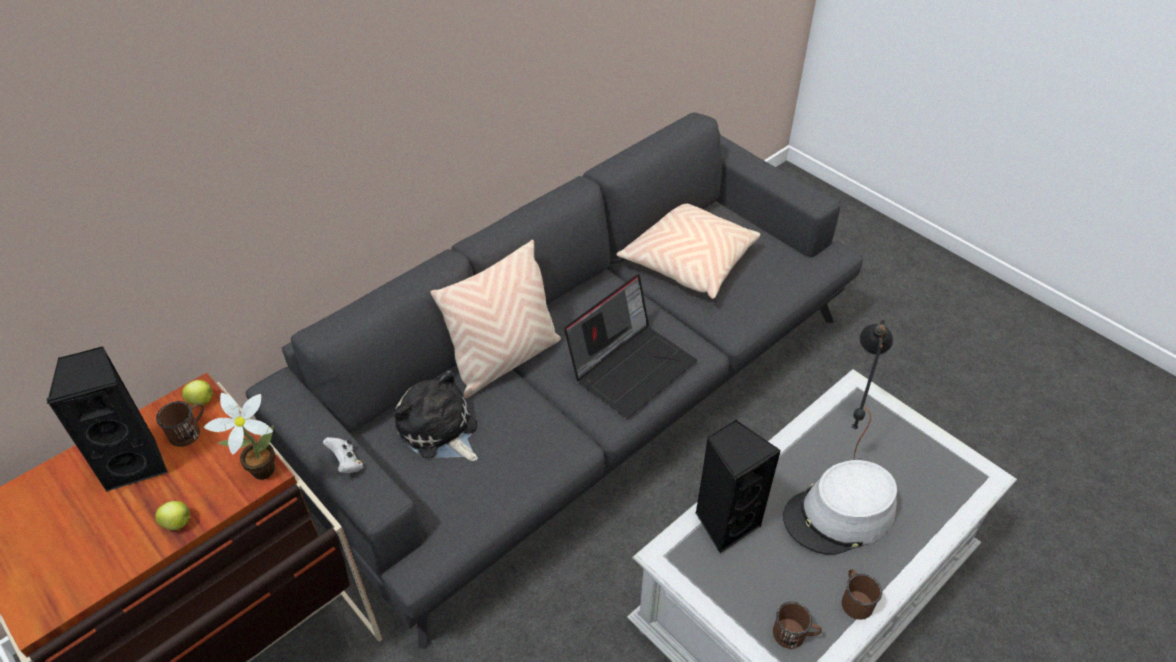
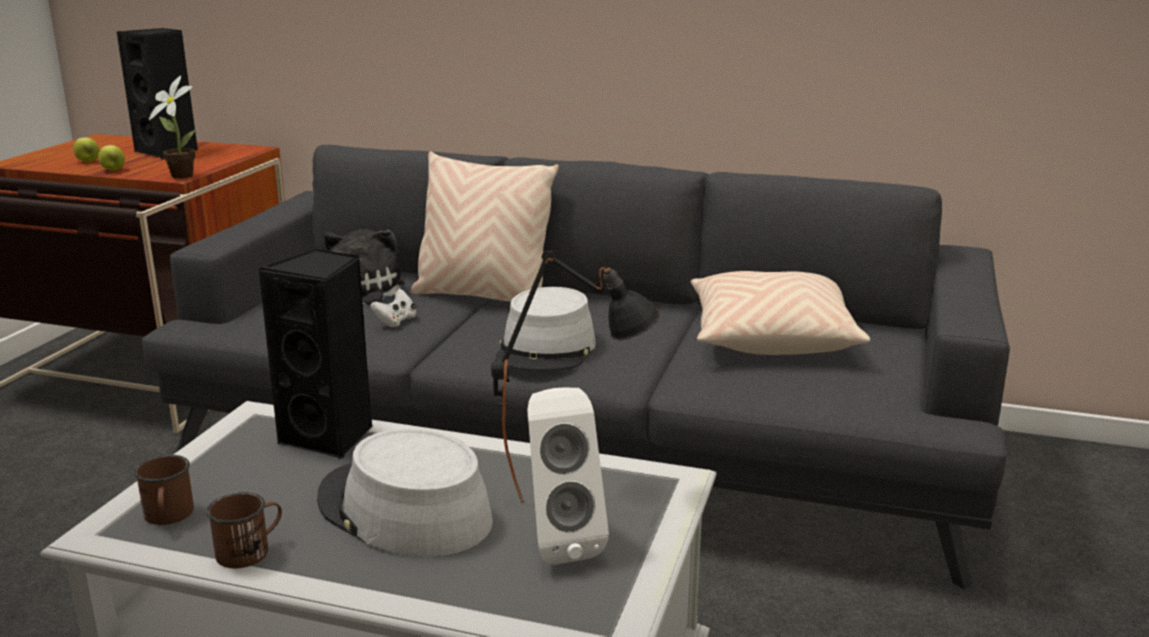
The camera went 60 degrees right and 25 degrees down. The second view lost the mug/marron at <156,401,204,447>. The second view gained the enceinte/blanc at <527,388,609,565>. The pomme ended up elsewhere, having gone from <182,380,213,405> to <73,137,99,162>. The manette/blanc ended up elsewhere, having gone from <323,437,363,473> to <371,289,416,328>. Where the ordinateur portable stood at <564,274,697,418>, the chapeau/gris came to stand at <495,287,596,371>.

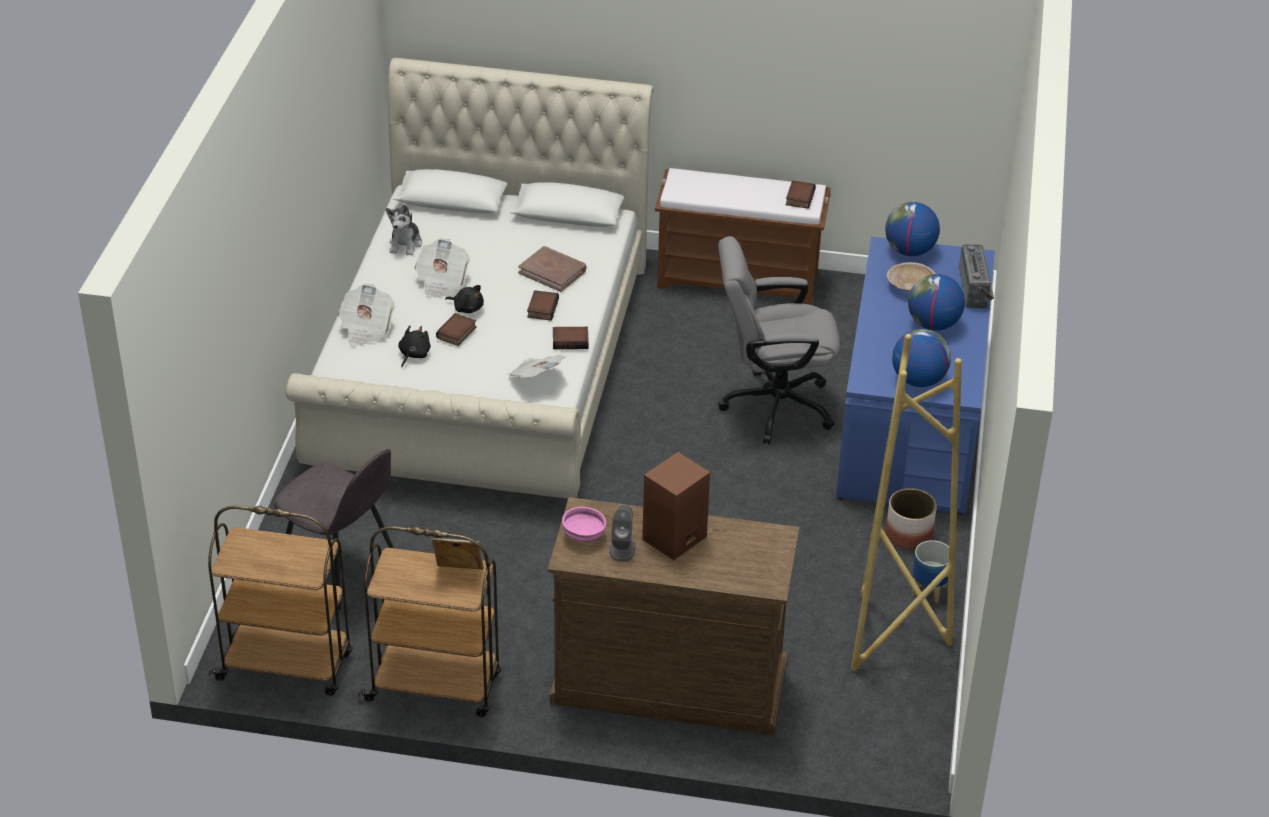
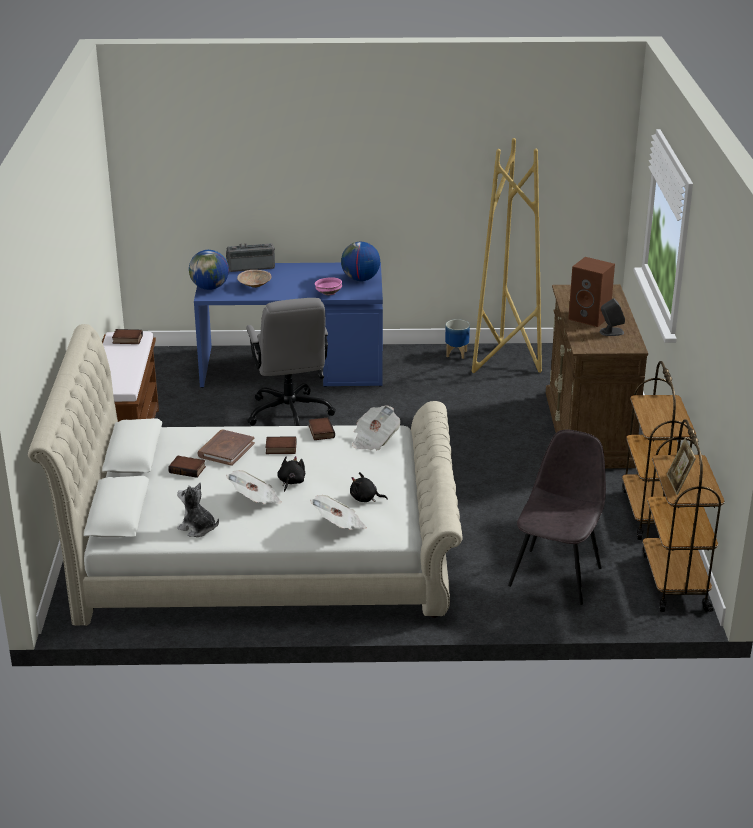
The camera went 100 degrees left and 10 degrees down. The second view lost the cache-pot at <886,488,937,549>. The second view lost the globe at <908,274,965,331>. The cadre photo ended up elsewhere, having gone from <432,538,484,570> to <667,438,696,495>. The livre ended up elsewhere, having gone from <436,313,476,346> to <168,456,206,478>. The bol/rose ended up elsewhere, having gone from <562,507,606,542> to <315,277,342,296>. The peluche at <386,205,422,256> ended up facing another way, 150 degrees counterclockwise from before.

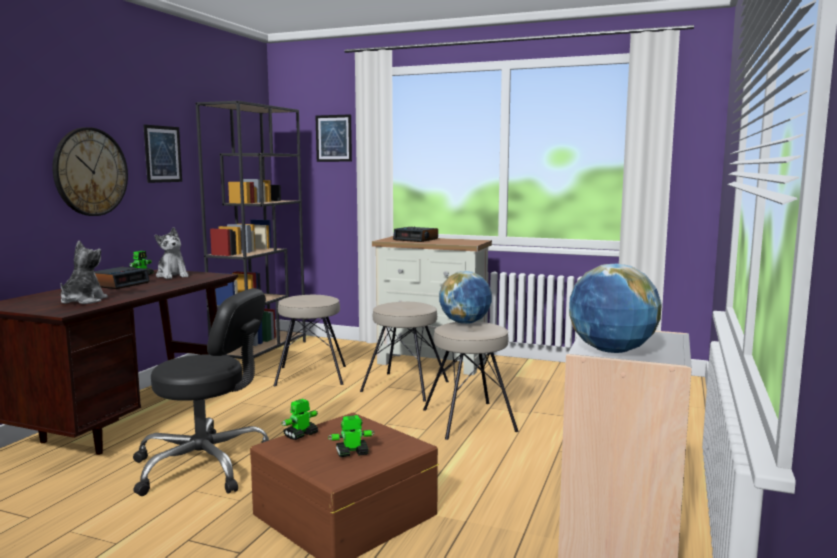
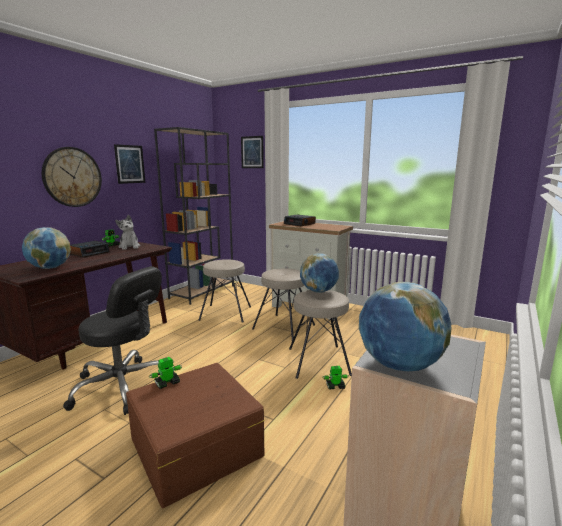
The camera went 10 degrees right and 5 degrees up. The robot jouet ended up elsewhere, having gone from <328,415,375,457> to <323,366,349,390>. Where the peluche stood at <61,240,108,304>, the globe came to stand at <22,227,71,269>.

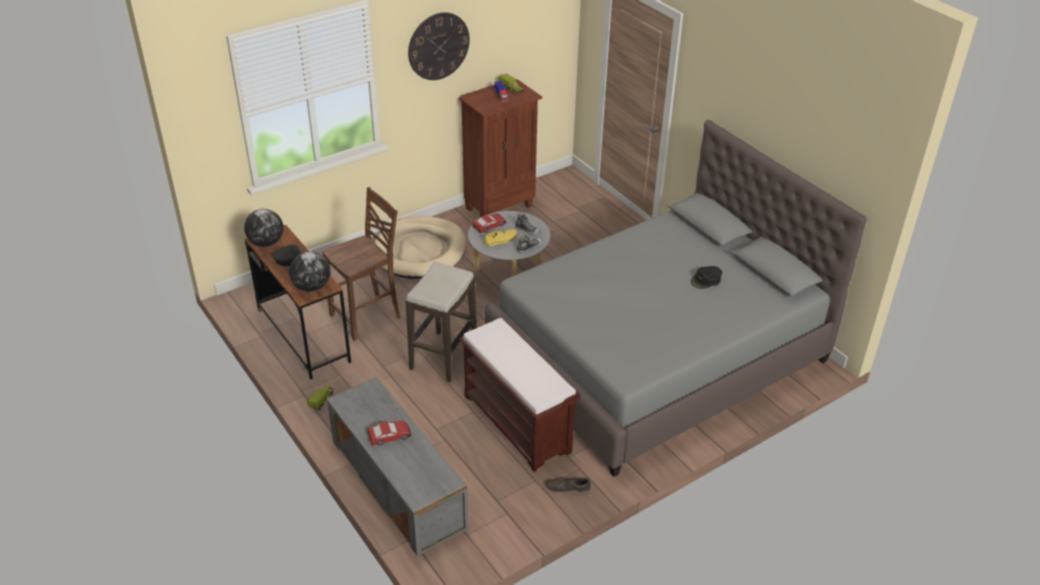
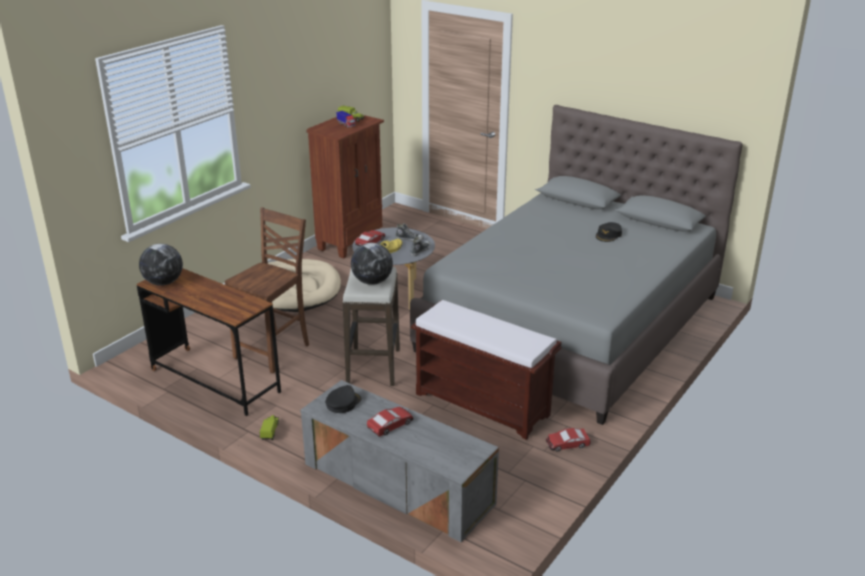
The camera went 20 degrees left and 10 degrees down. The second view lost the horloge murale at <408,12,470,80>. The casquette/noir ended up elsewhere, having gone from <272,245,304,266> to <325,385,362,413>. The globe ended up elsewhere, having gone from <289,251,330,292> to <351,243,393,285>. Where the chaussure/marron stood at <546,477,591,493>, the petite voiture came to stand at <546,428,591,452>.

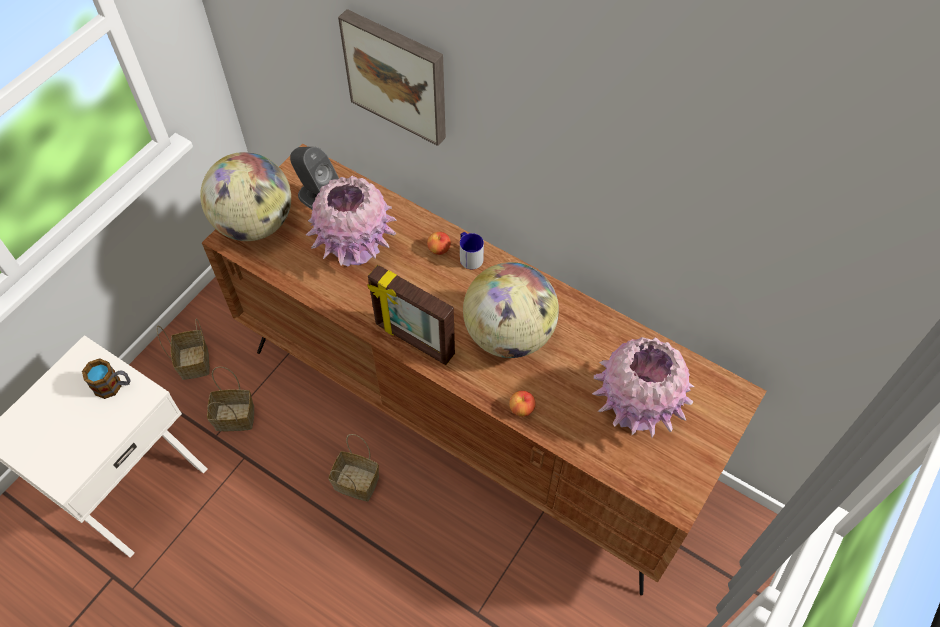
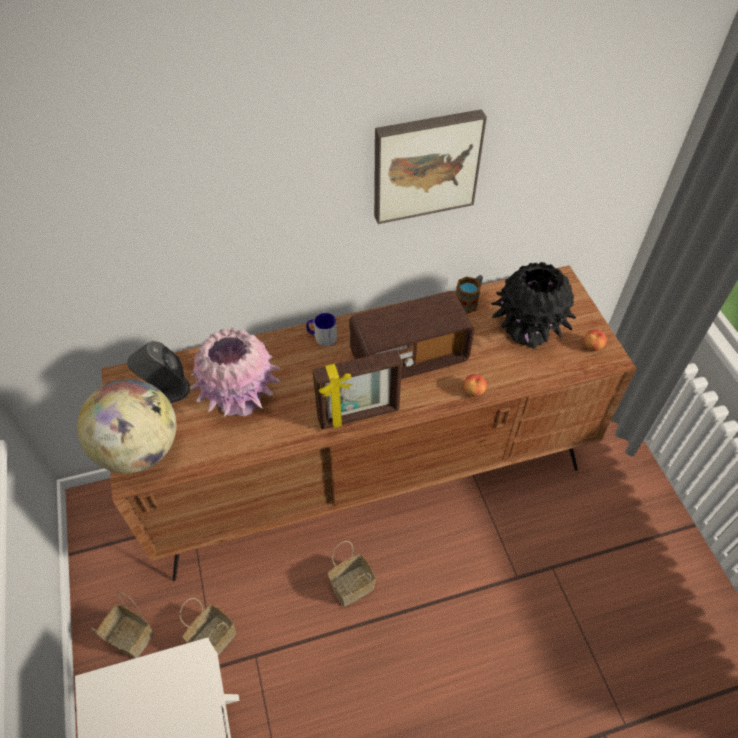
The camera went 50 degrees left and 5 degrees down. The mug ended up elsewhere, having gone from <82,358,131,399> to <456,275,483,314>. The tableau ended up elsewhere, having gone from <338,9,446,146> to <374,109,487,224>. The pomme ended up elsewhere, having gone from <427,232,451,255> to <584,330,607,351>. Where the globe stood at <463,262,559,358>, the radio came to stand at <349,291,475,379>. What was the vase/rose at <592,337,694,438> turned into the vase/noir at <491,262,576,349>.

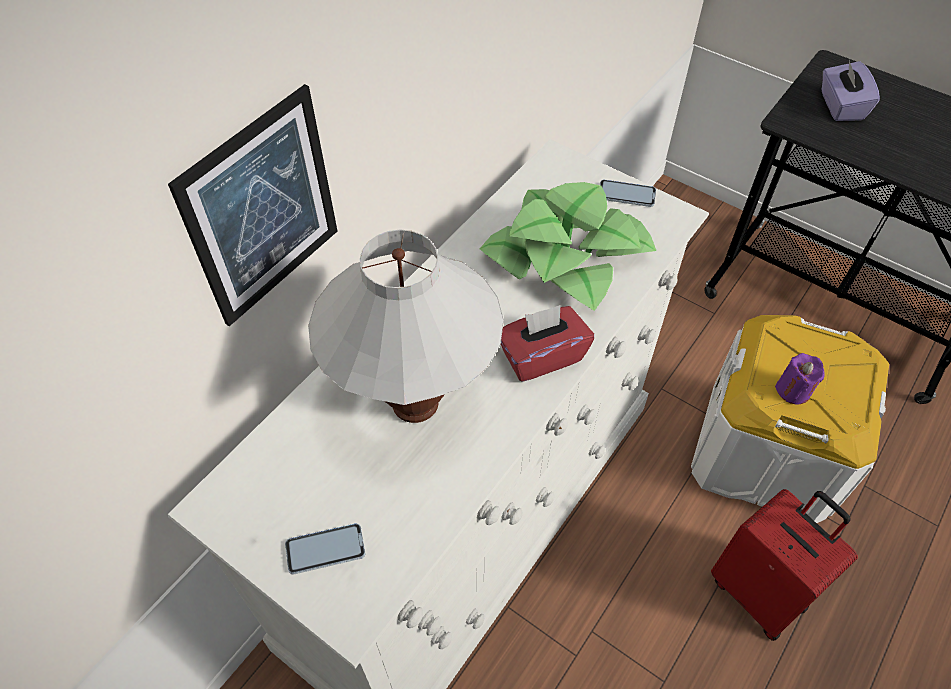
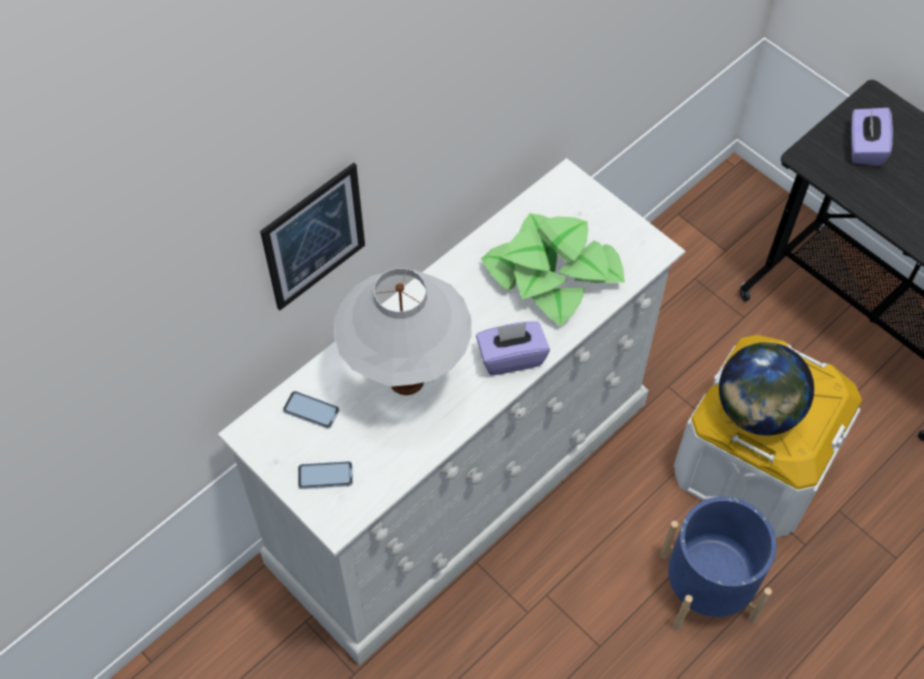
The camera went 10 degrees right and 5 degrees up. The téléphone ended up elsewhere, having gone from <600,180,656,207> to <283,391,339,429>. Where the valise/rouge stood at <711,489,858,641>, the cache-pot/bleu came to stand at <660,497,777,631>. Where the bougie/violet stood at <775,353,825,404>, the globe came to stand at <719,342,814,435>. What was the boîte à mouchoirs/rouge at <501,305,594,382> turned into the boîte à mouchoirs/violet at <476,321,550,376>.

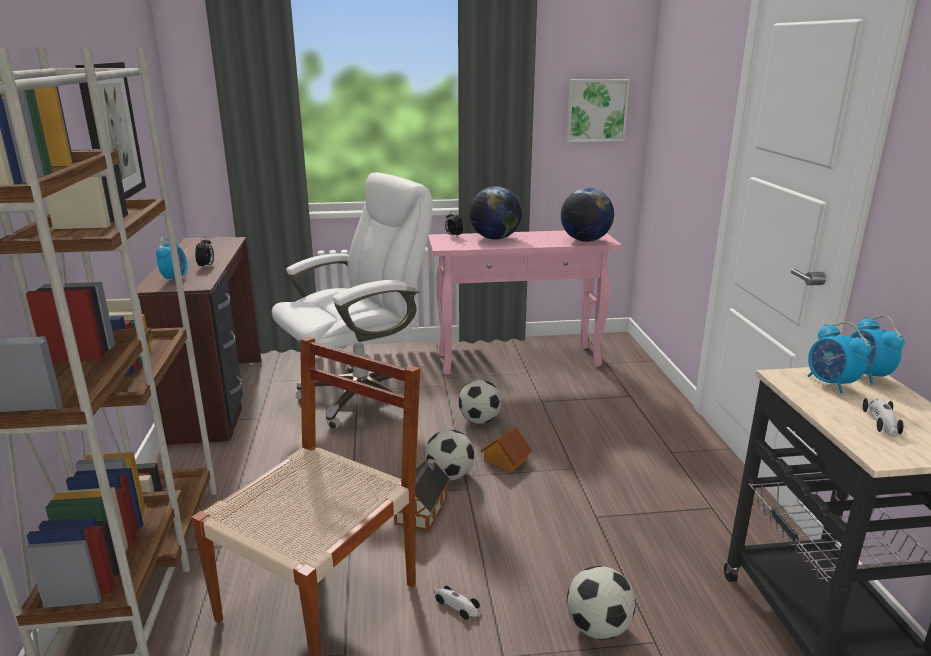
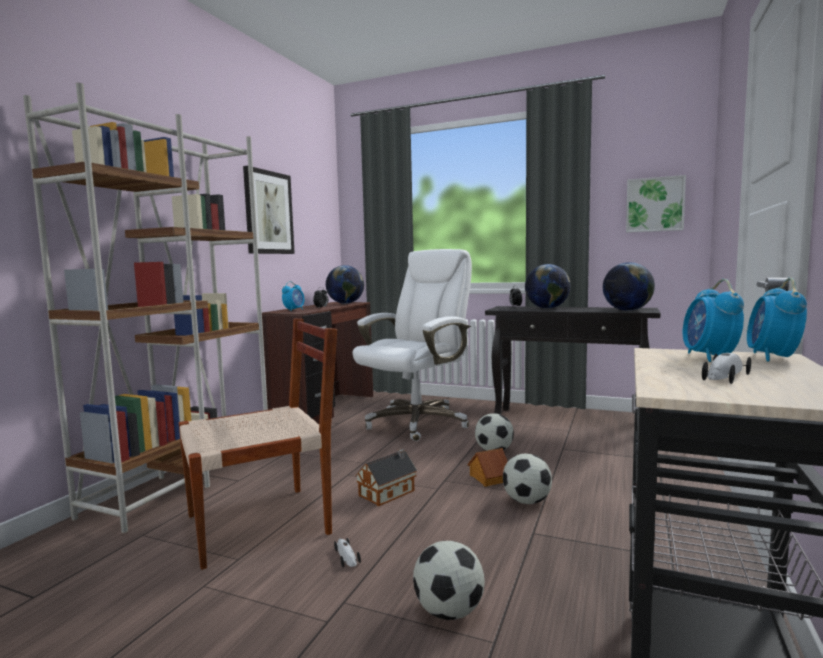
The camera went 30 degrees right and 15 degrees down. The second view gained the globe at <326,265,364,304>. The ballon de foot ended up elsewhere, having gone from <425,430,474,481> to <503,453,552,504>. What was the table console/rose at <428,230,621,375> turned into the table console/noir at <485,306,661,414>. The chaise de bureau/blanc at <272,172,433,429> ended up facing another way, 45 degrees counterclockwise from before.

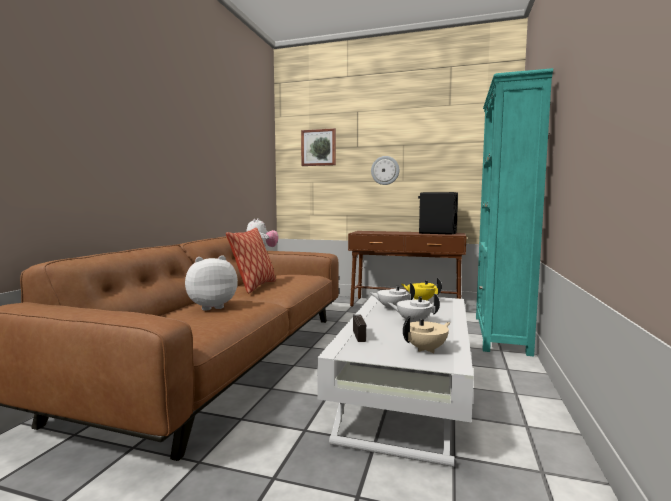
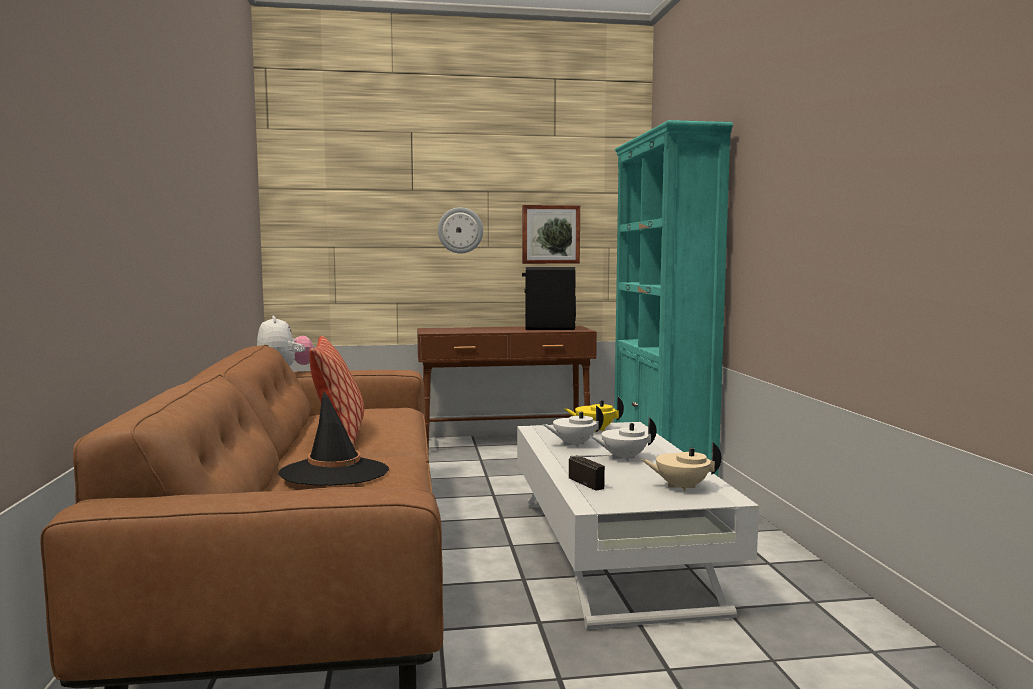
The camera went 25 degrees left and 0 degrees up. The tableau ended up elsewhere, having gone from <301,128,336,166> to <522,205,580,264>. Where the peluche stood at <185,255,238,311>, the chapeau/noir came to stand at <278,392,389,486>. The théière/beige at <403,316,450,354> ended up facing another way, 120 degrees counterclockwise from before.

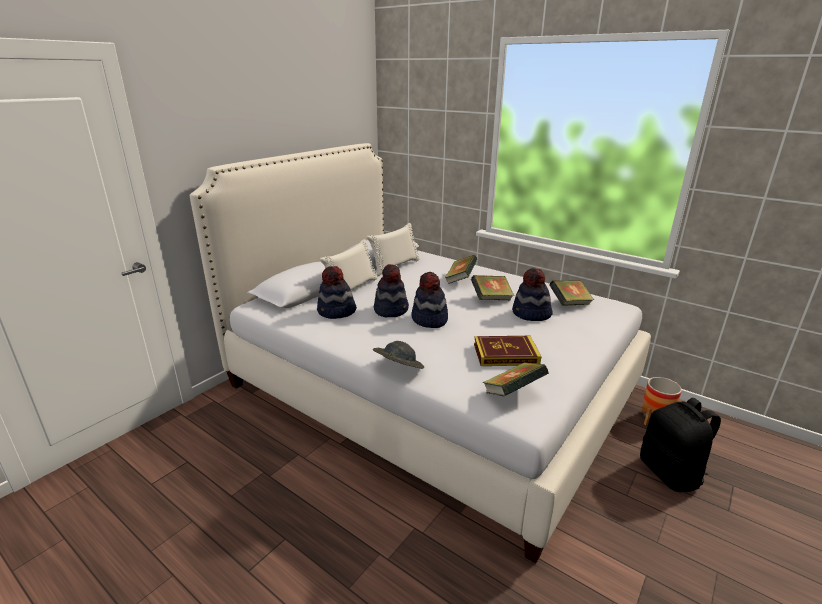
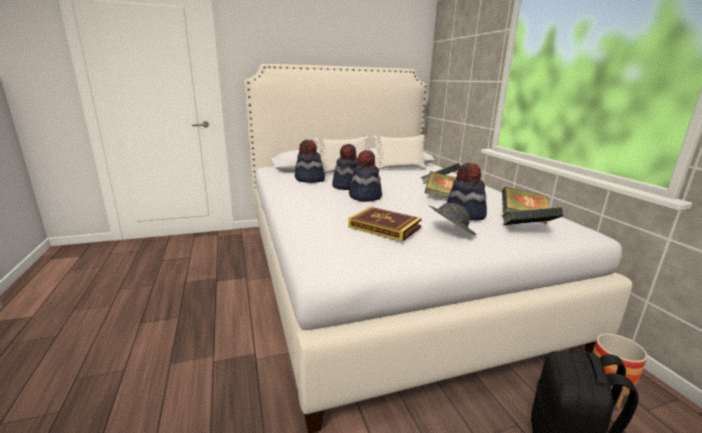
The camera went 35 degrees right and 5 degrees down. The chapeau/gris ended up elsewhere, having gone from <373,341,424,369> to <429,203,476,235>. The livre ended up elsewhere, having gone from <482,362,549,396> to <502,207,563,225>.

